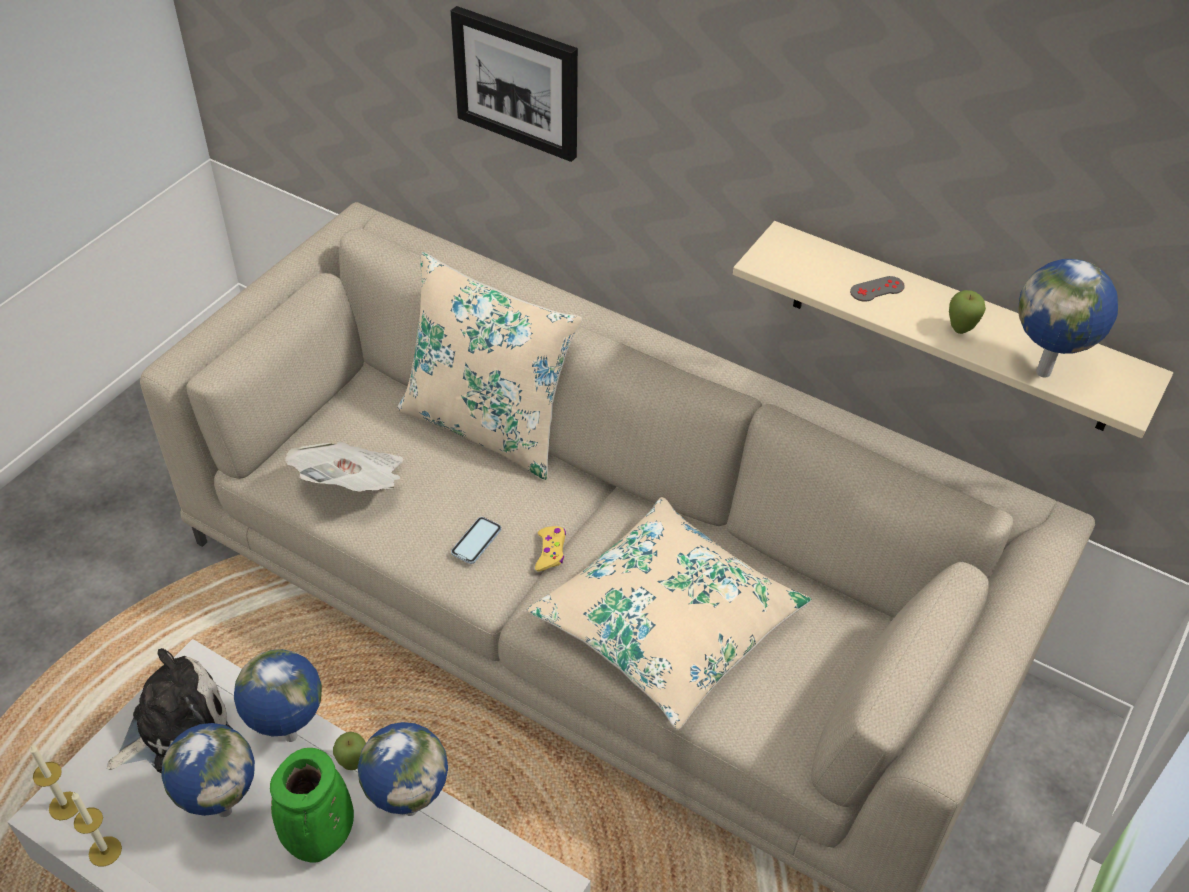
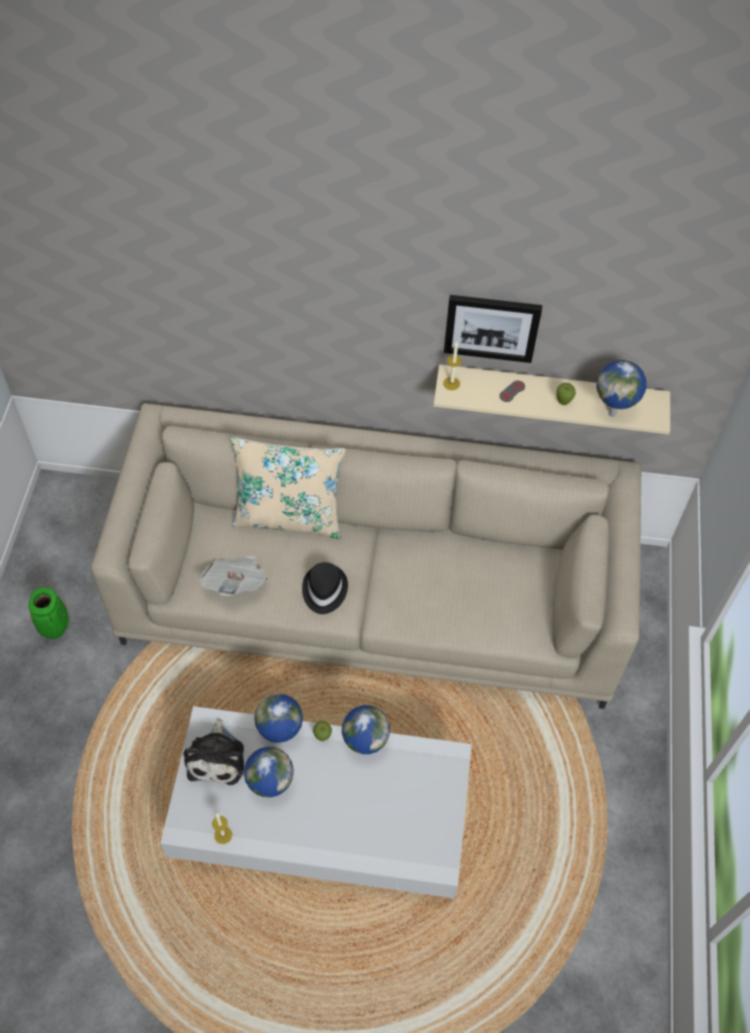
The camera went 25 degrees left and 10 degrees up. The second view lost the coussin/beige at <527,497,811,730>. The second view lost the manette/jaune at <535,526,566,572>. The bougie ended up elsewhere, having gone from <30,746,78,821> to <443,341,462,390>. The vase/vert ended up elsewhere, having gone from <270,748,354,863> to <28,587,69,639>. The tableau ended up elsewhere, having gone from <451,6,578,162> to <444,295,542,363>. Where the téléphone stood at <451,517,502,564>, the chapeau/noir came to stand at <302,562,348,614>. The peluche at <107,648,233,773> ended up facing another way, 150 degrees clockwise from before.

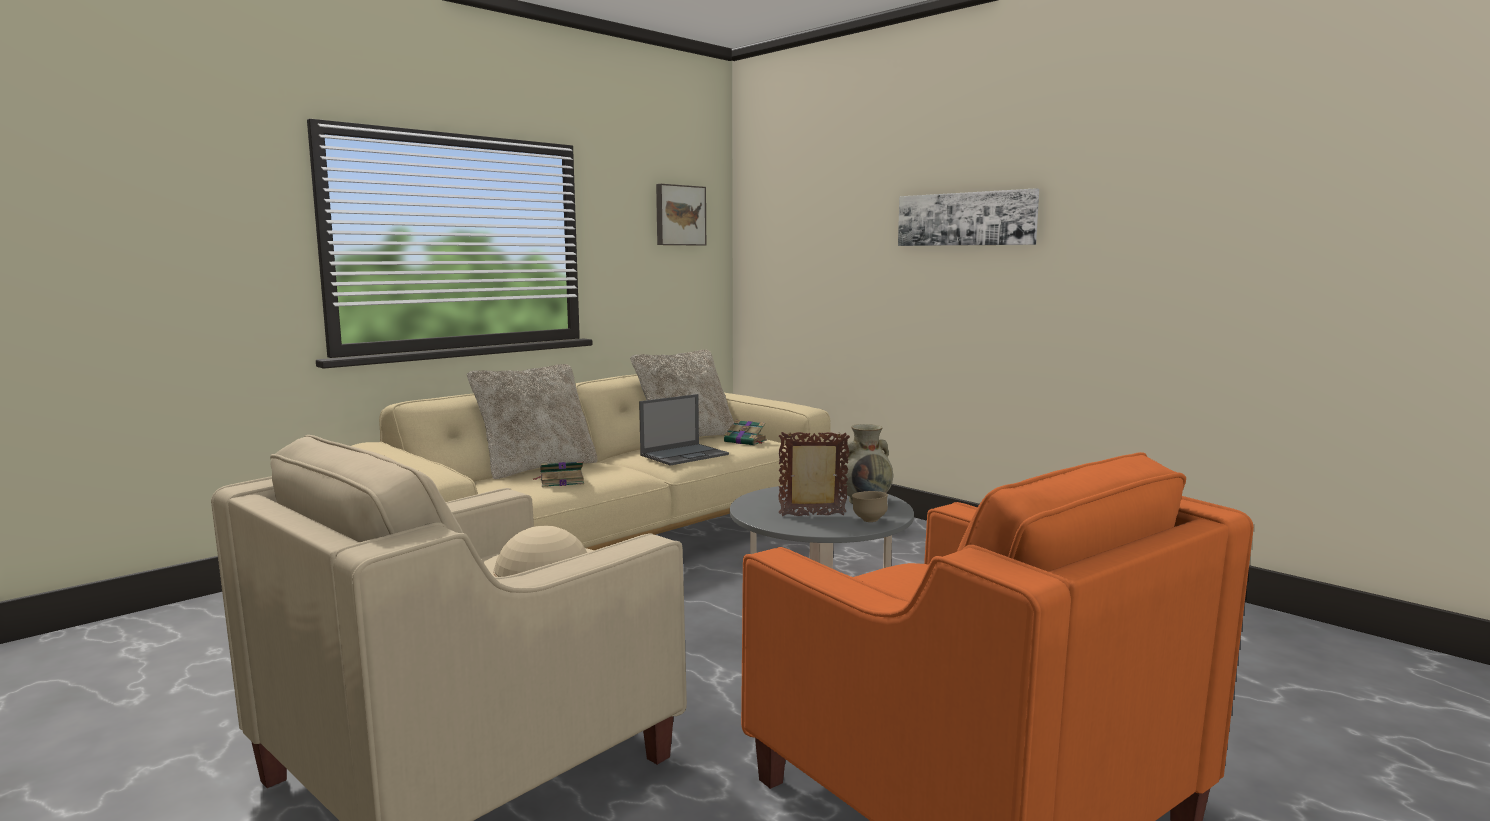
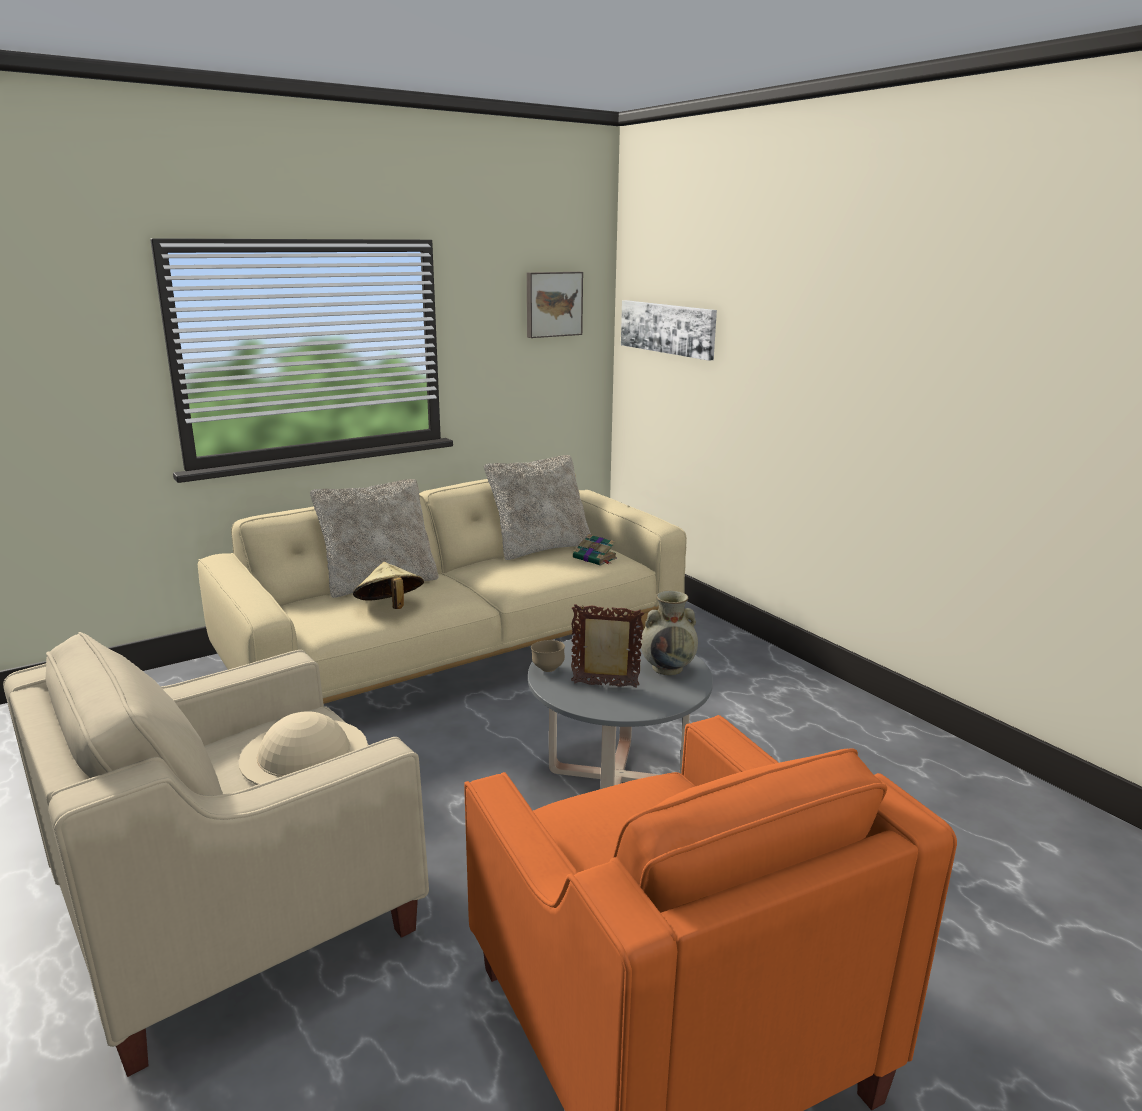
The camera went 10 degrees right and 10 degrees up. The second view lost the ordinateur portable at <639,394,729,466>. The bol/marron ended up elsewhere, having gone from <852,491,888,522> to <531,640,565,672>. The tableau ended up elsewhere, having gone from <898,188,1039,246> to <621,300,717,361>. Where the livre stood at <532,461,584,487>, the chapeau/beige came to stand at <353,562,424,609>.

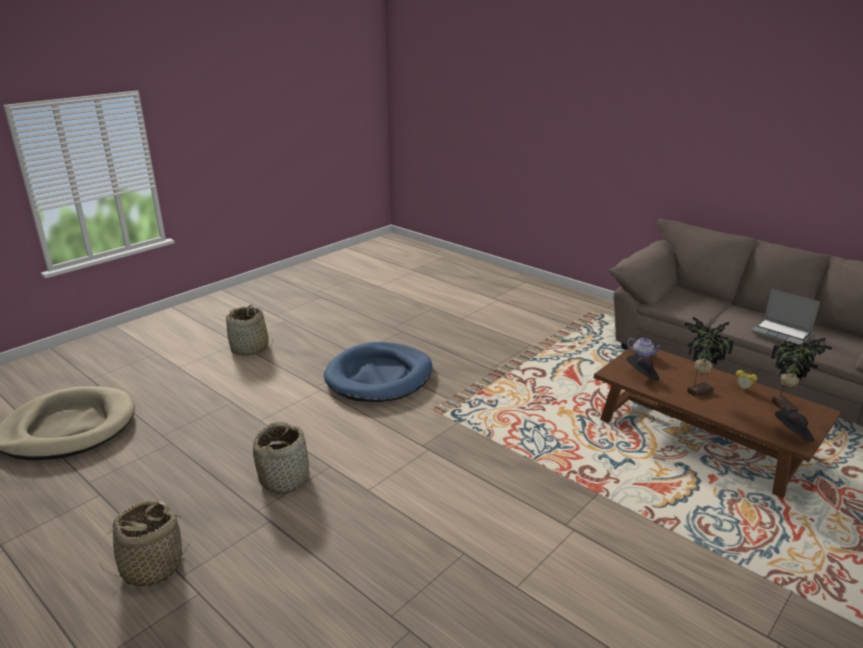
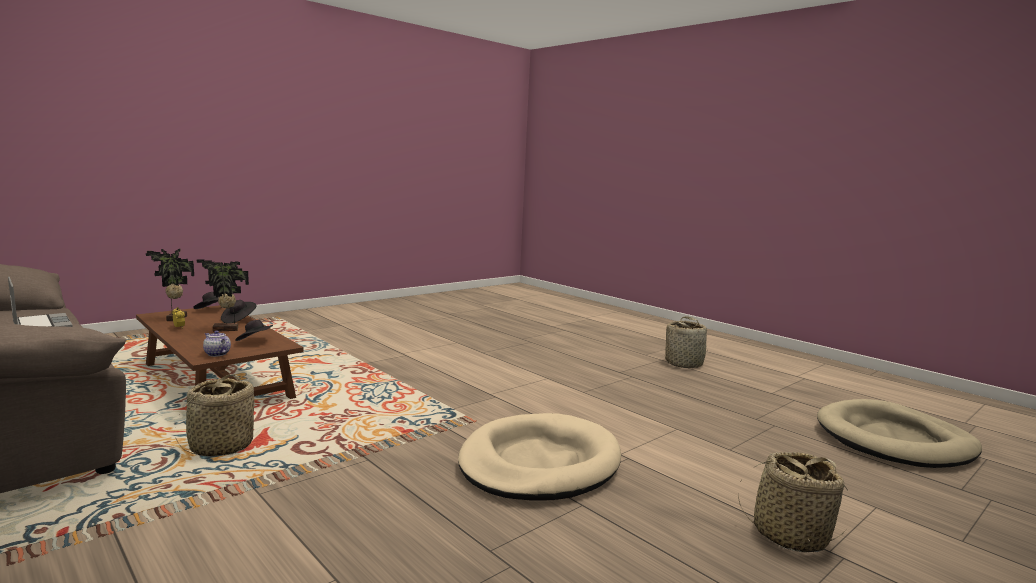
The camera went 175 degrees left and 15 degrees down. The second view gained the chapeau/noir at <221,300,257,323>. The panier ended up elsewhere, having gone from <253,422,309,494> to <176,375,254,456>. What was the panier pour chien/bleu at <324,342,432,402> turned into the panier pour chien/beige at <458,413,621,501>.

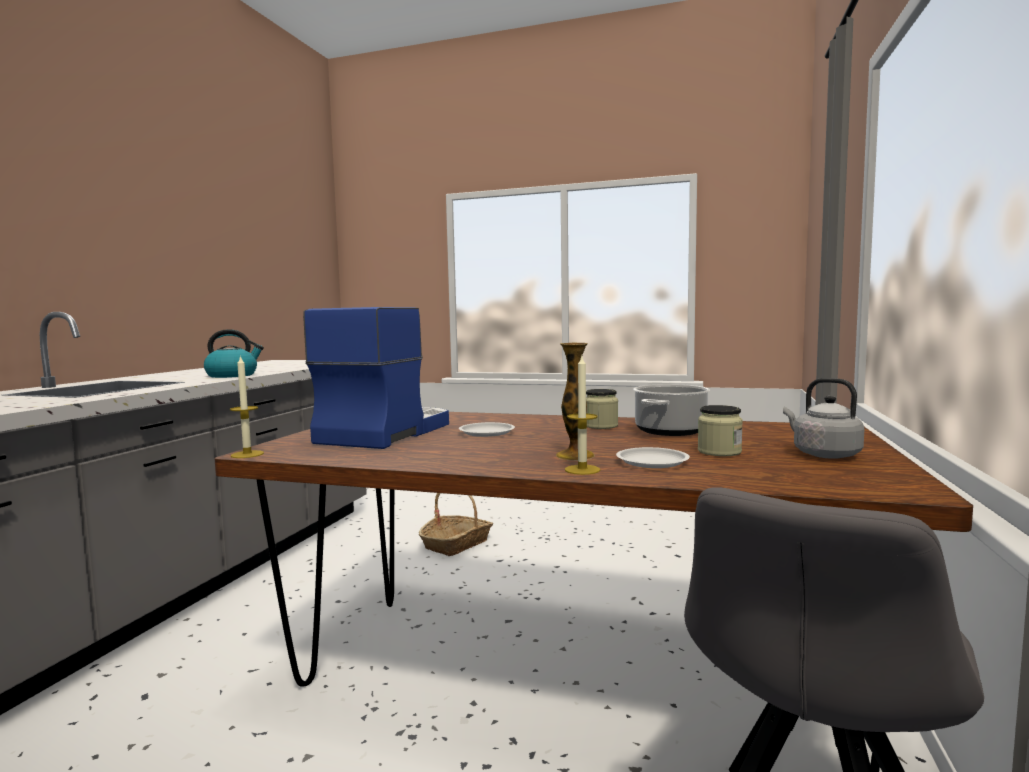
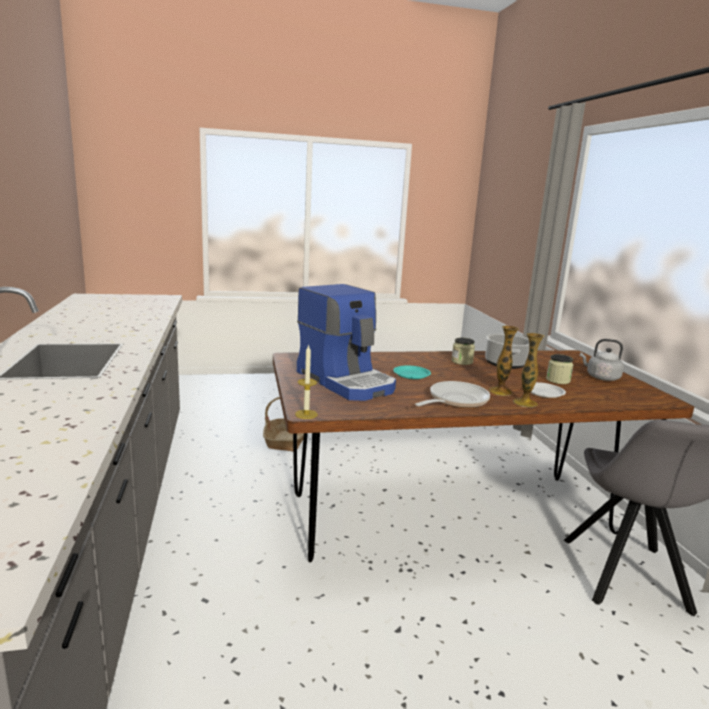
The camera went 30 degrees left and 10 degrees up. The second view lost the bouilloire at <204,329,264,378>. The second view gained the poêle at <415,381,490,408>. Where the bougie stood at <565,356,600,475>, the vase came to stand at <512,333,545,407>. What was the assiette/blanc at <459,422,515,437> turned into the assiette/turquoise at <393,366,431,379>. The machine à café at <303,307,449,449> ended up facing another way, 150 degrees clockwise from before.

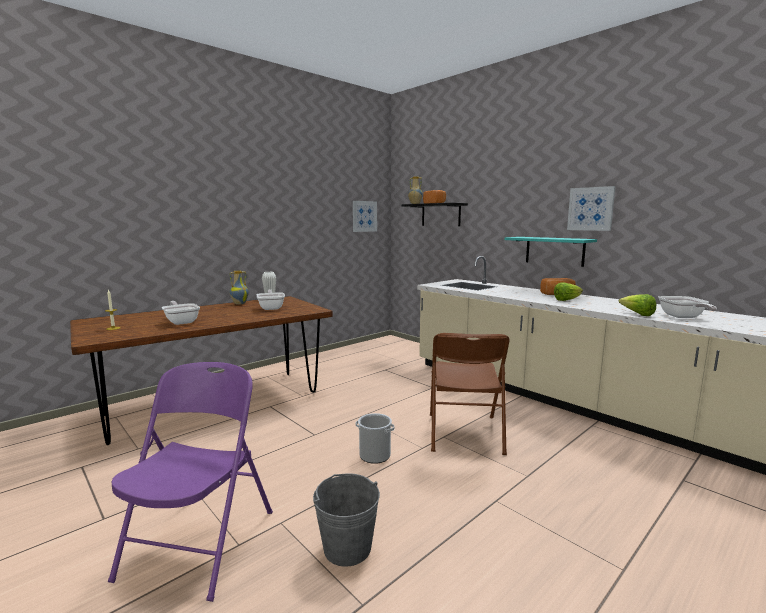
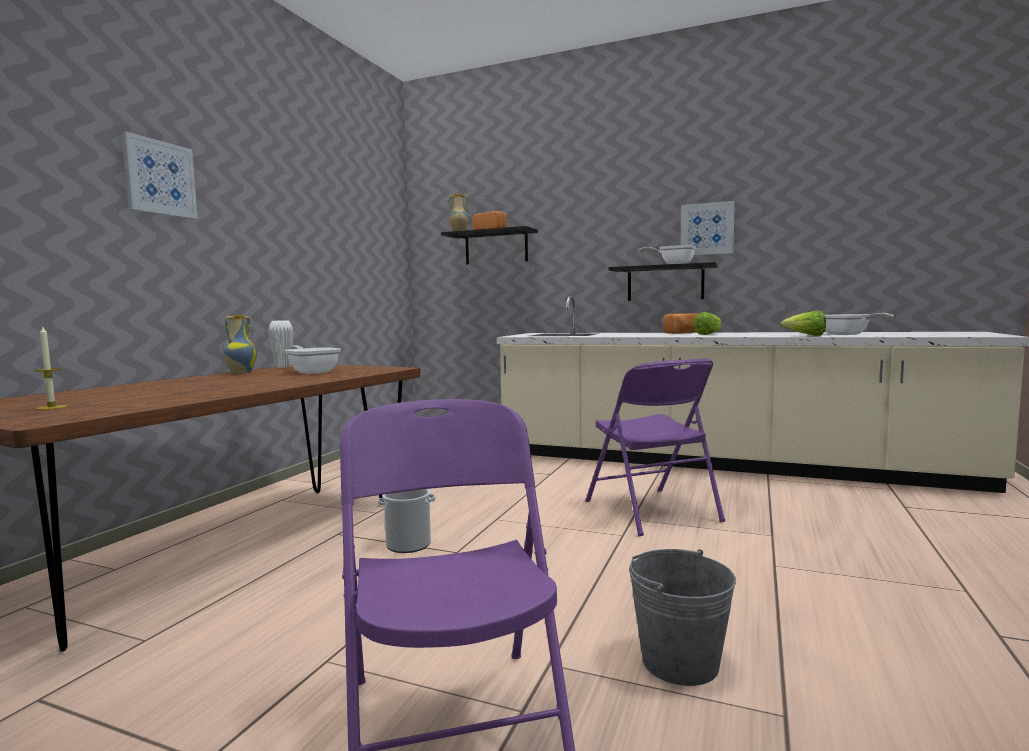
The camera went 25 degrees left and 5 degrees down. The poêle ended up elsewhere, having gone from <162,301,200,325> to <637,245,697,264>. The tableau ended up elsewhere, having gone from <353,201,377,232> to <122,131,198,219>. The seau ended up elsewhere, having gone from <356,413,395,464> to <378,489,435,553>. What was the chaise/marron at <430,333,509,455> turned into the chaise/violet at <585,359,725,536>. What was the étagère/turquoise at <504,237,597,267> turned into the étagère/noir at <608,262,718,301>.

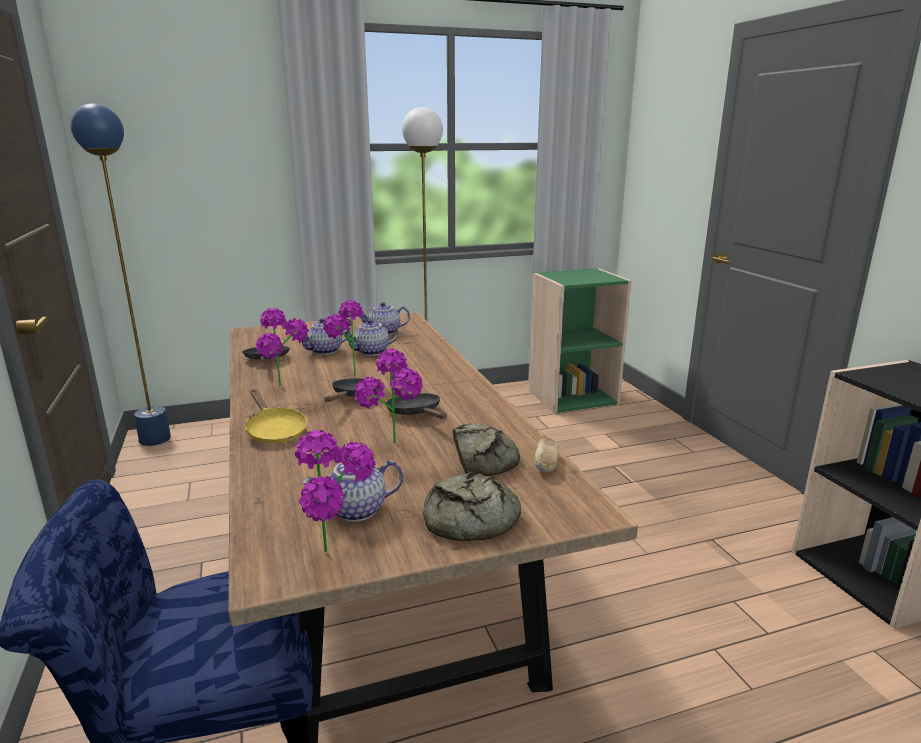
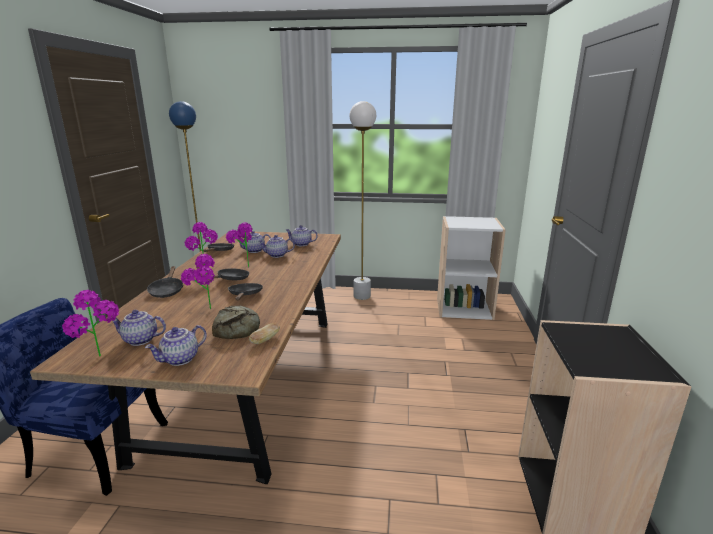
The camera went 25 degrees right and 0 degrees up. Where the pain stood at <423,472,521,541>, the théière came to stand at <145,325,207,366>. What was the poêle/jaune at <245,389,307,444> turned into the poêle/noir at <147,266,183,298>. What was the bibliothèque/vert at <529,268,631,413> turned into the bibliothèque/blanc at <437,216,506,320>.

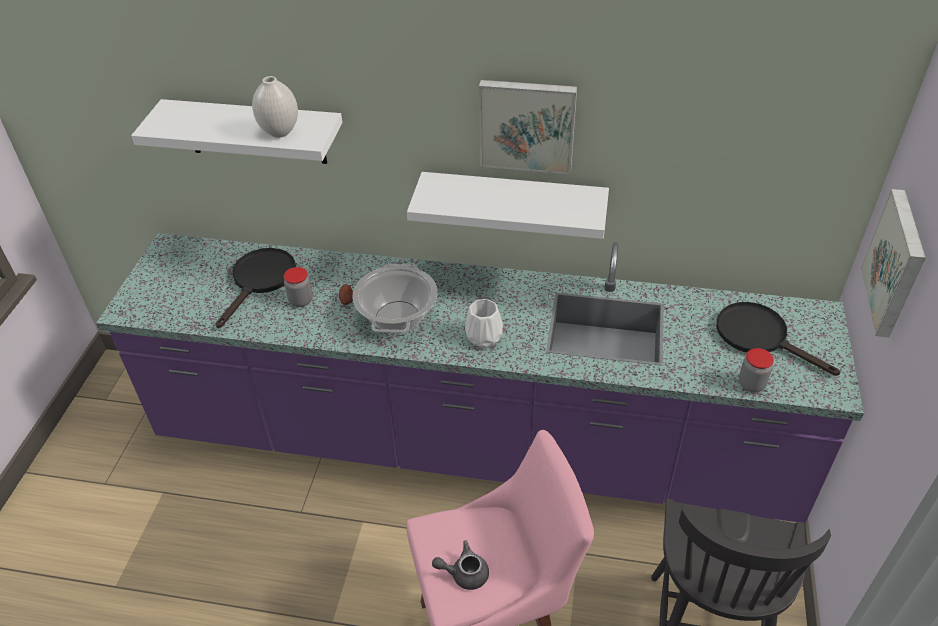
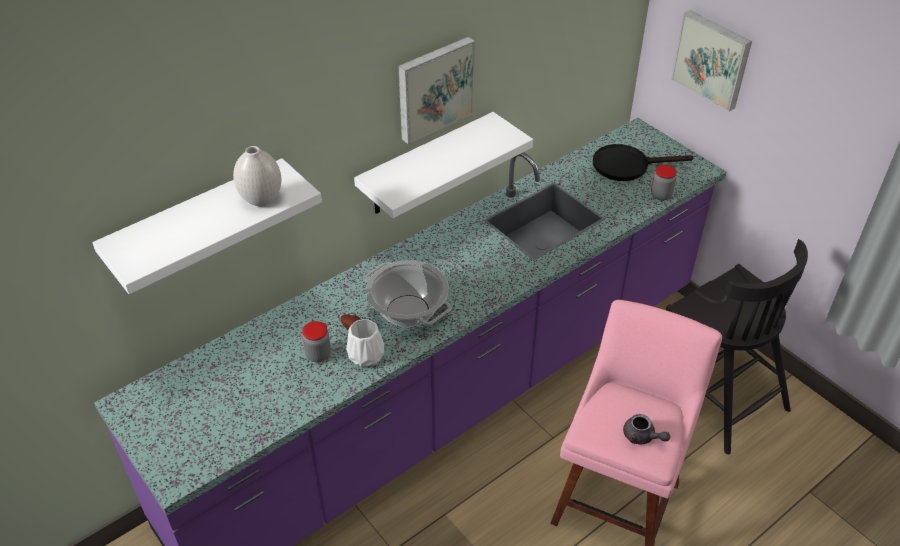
The camera went 50 degrees left and 0 degrees up. The second view lost the poêle/noir at <215,248,296,328>. The vase/blanc ended up elsewhere, having gone from <465,299,503,348> to <346,319,384,367>. The théière/gris at <432,540,489,590> ended up facing another way, 90 degrees counterclockwise from before.

